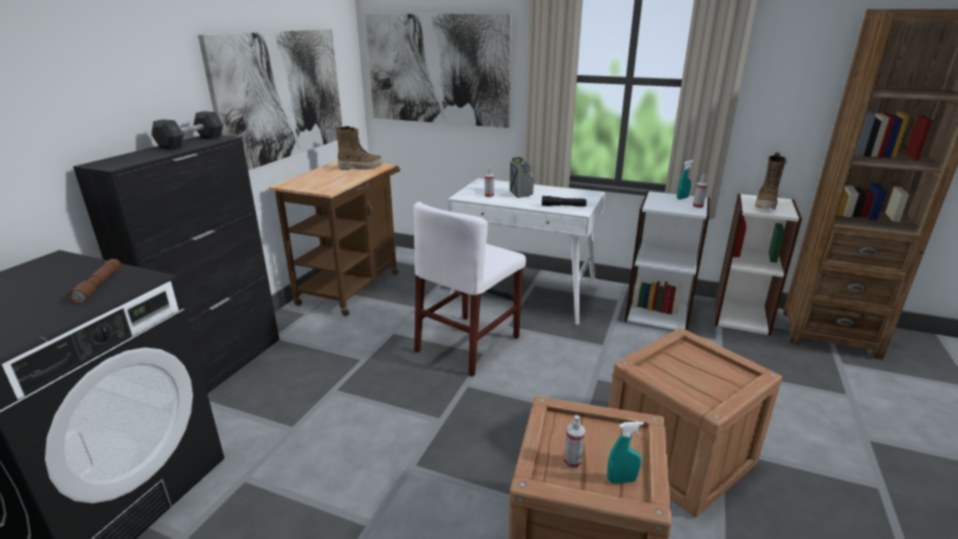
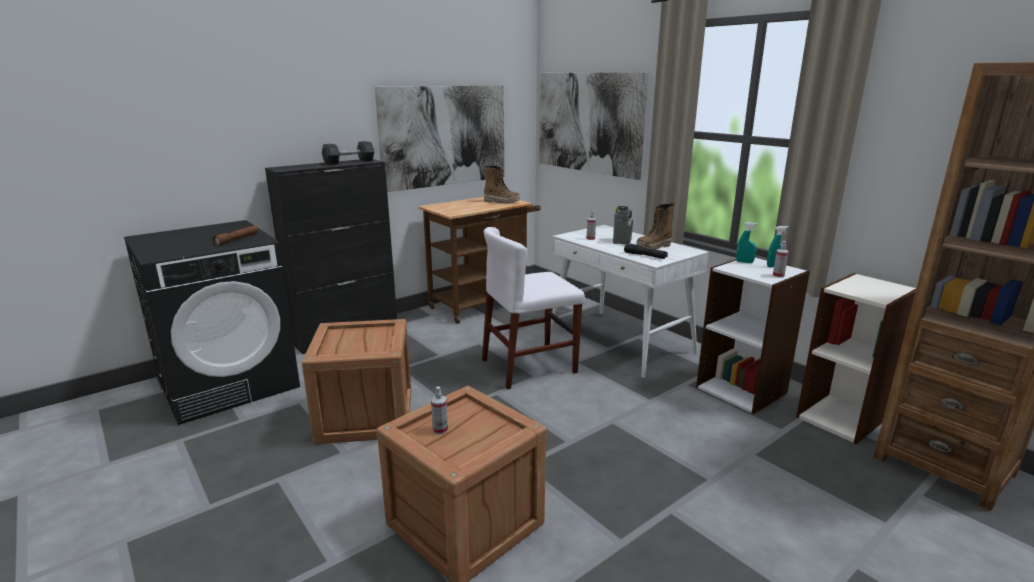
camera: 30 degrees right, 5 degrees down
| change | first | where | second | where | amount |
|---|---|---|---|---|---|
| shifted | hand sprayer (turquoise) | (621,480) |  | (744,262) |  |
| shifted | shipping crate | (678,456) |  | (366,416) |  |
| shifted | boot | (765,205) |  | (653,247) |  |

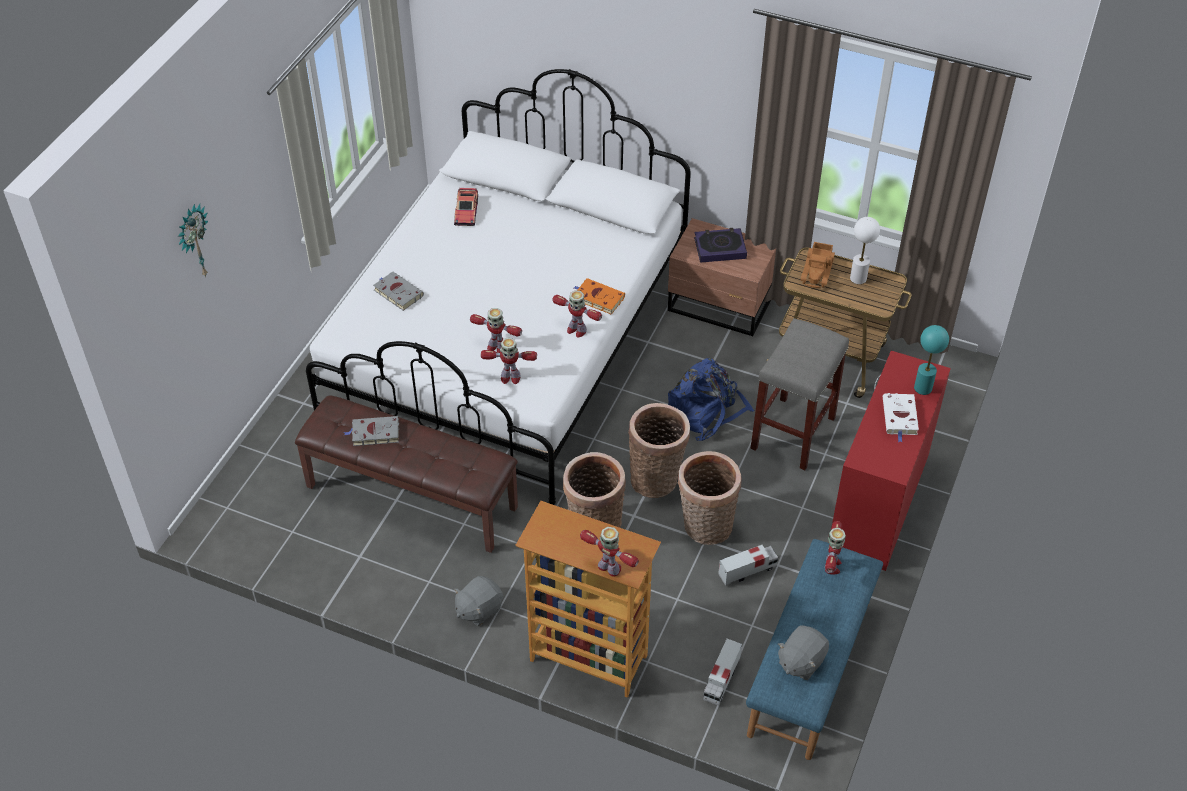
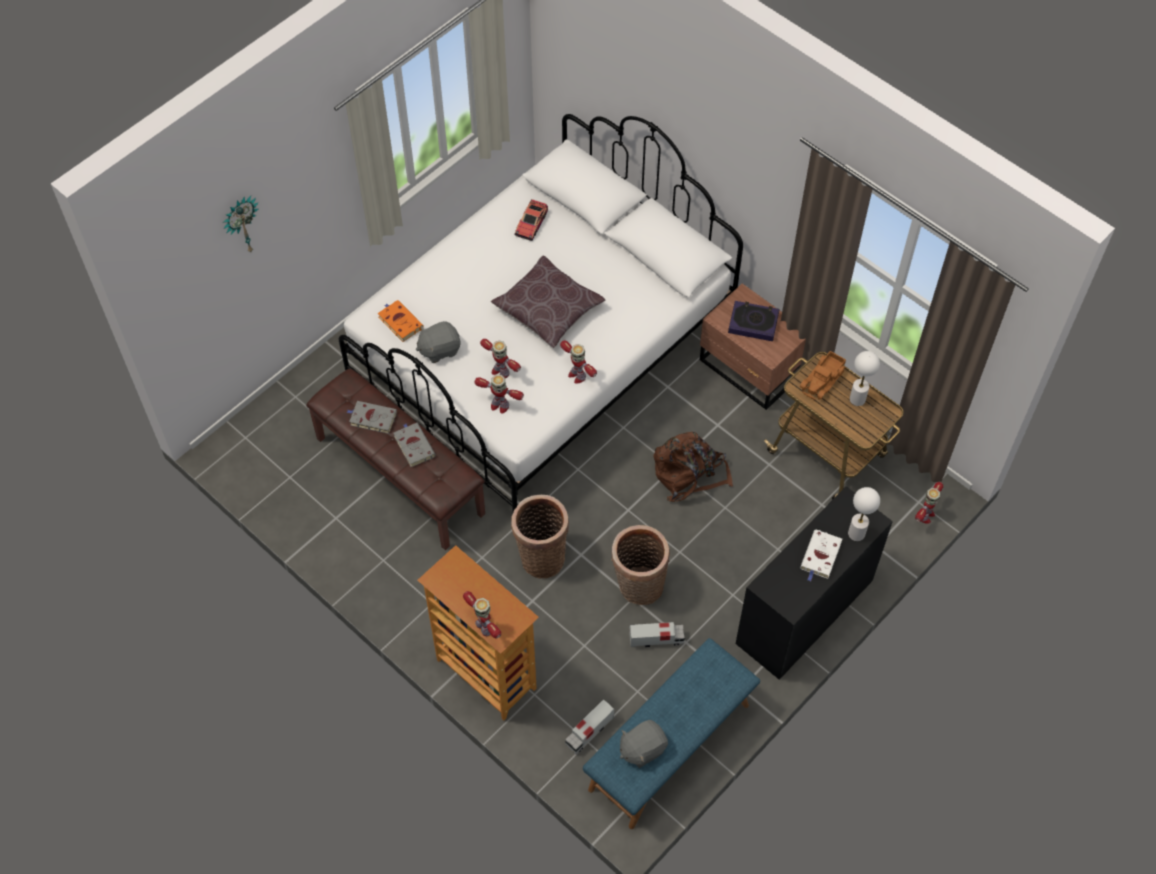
camera: 20 degrees right, 10 degrees up
| change | first | where | second | where | amount |
|---|---|---|---|---|---|
| gone | storage basket | (656,478) |  |  |  |
| gone | stool seat (greyish) | (793,432) |  |  |  |
| new |  |  | cushion (brown) | (548,309) |  |
| shifted | bound book (greyish) | (397,292) |  | (413,445) |  |
| shifted | plush toy (greyish) | (478,609) |  | (439,349) |  |
| shifted | bound book (orange) | (597,298) |  | (399,322) |  |
| shifted | toy robot | (831,566) |  | (925,516) |  |
| repainted | rucksack (blue) | (706,412) | rucksack (brown) | (689,473) |  |
| repainted | desk unit (red) | (879,502) | desk unit (black) | (805,612) |  |
| repainted | tabletop lamp (turquoise) | (923,388) | tabletop lamp (white-coloured) | (856,533) |  |

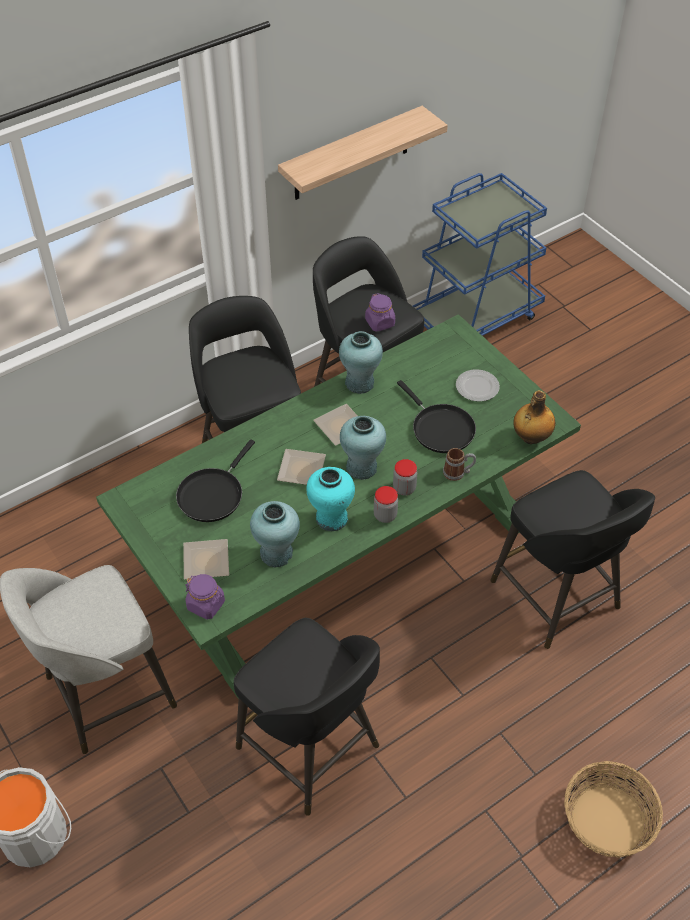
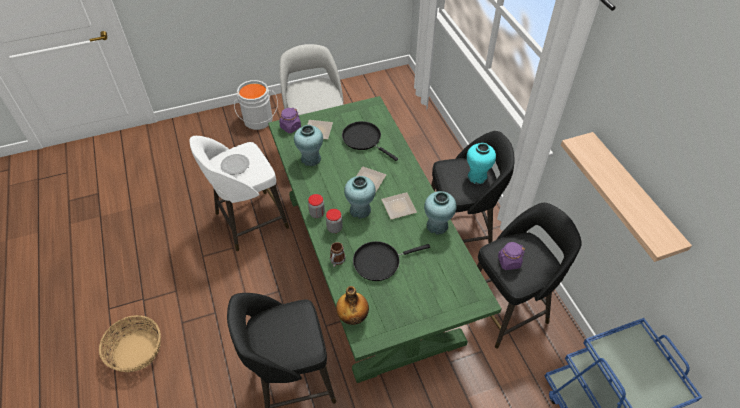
camera: 105 degrees right, 0 degrees up
| change | first | where | second | where | amount |
|---|---|---|---|---|---|
| shifted | decorative vase (turquoise) | (331,518) |  | (477,177) |  |
| shifted | flat dish | (477,387) |  | (235,165) |  |
| repainted | stool seat (black) | (310,749) | stool seat (white-coloured) | (249,221) |  |

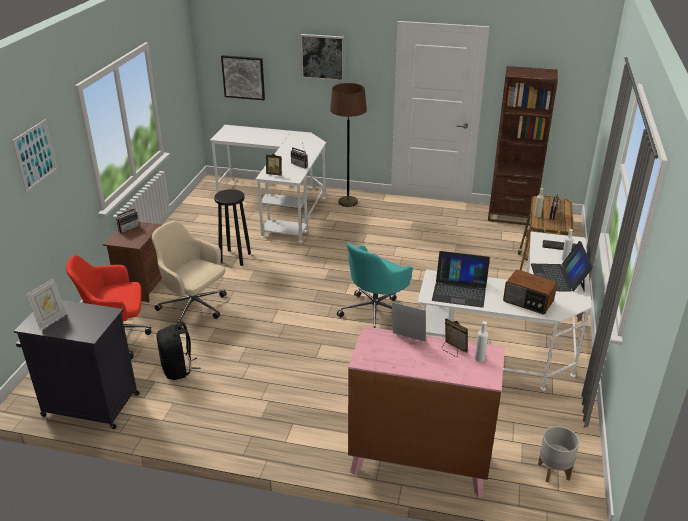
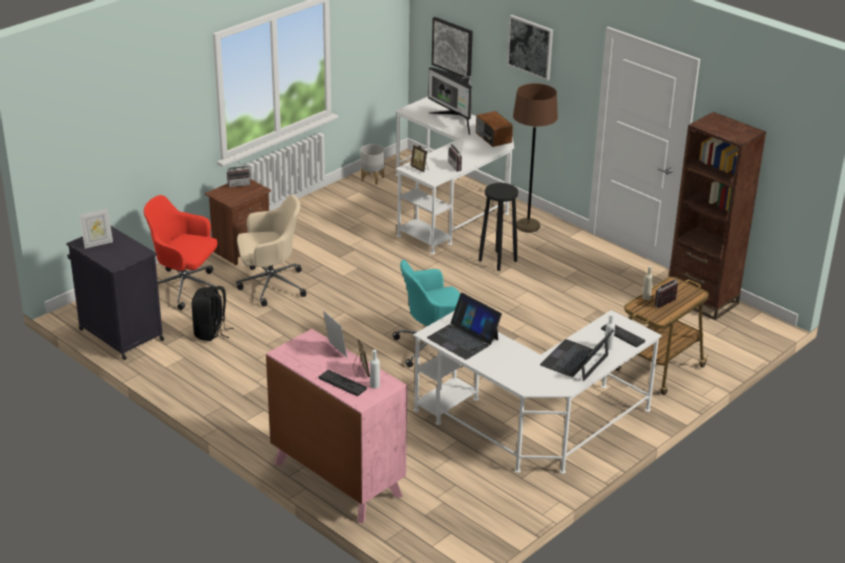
camera: 30 degrees right, 0 degrees up
| change | first | where | second | where | amount |
|---|---|---|---|---|---|
| gone | wall art | (35,155) |  |  |  |
| new |  |  | PC keyboard | (342,383) |  |
| new |  |  | monitor | (455,121) |  |
| shifted | stool seat (black) | (234,257) |  | (497,260) |  |
| shifted | radio set | (528,302) |  | (493,138) |  |
| shifted | planter (greyish) | (553,471) |  | (372,179) |  |
| rotated | computer chair (beige) | (194,309) |  | (270,285) | 105 degrees clockwise |

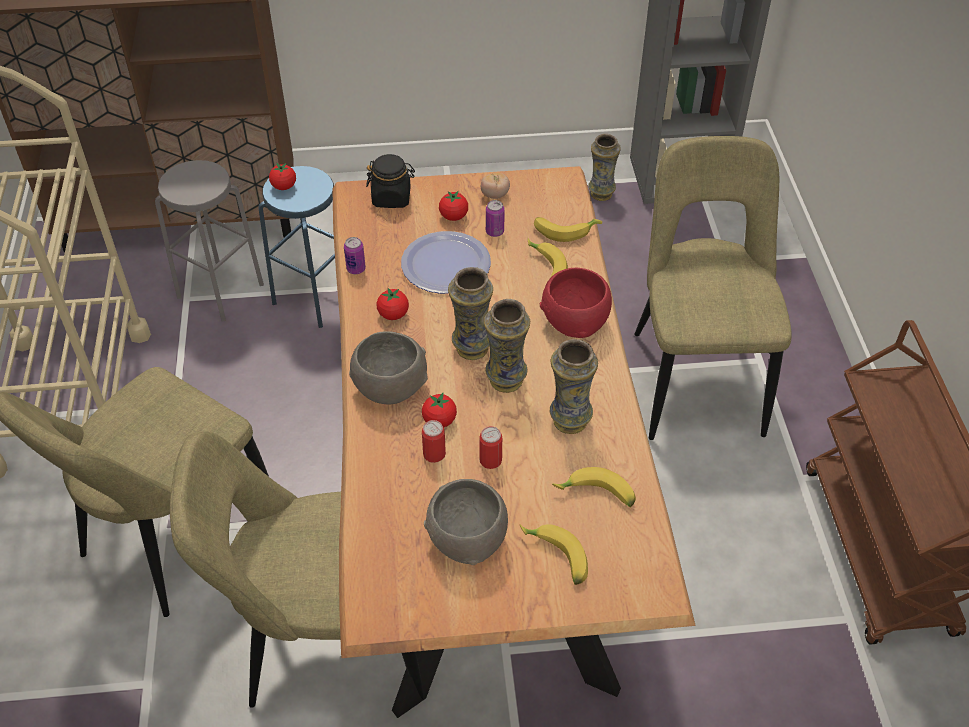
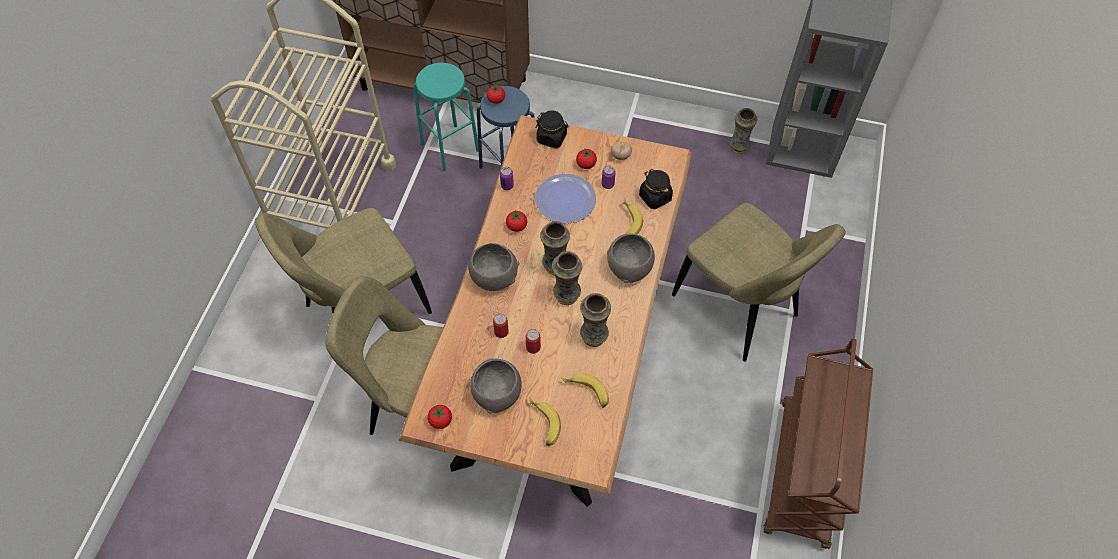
camera: 20 degrees right, 10 degrees up
| change | first | where | second | where | amount |
|---|---|---|---|---|---|
| shifted | fresh tomato | (439,420) |  | (440,421) |  |
| swapped | whole banana | (565,230) | preserve jar (black) | (655,197) |  |
| repainted | stool seat (greyish) | (220,290) | stool seat (turquoise) | (450,147) |  |
| repainted | bowl (red) | (574,322) | bowl (greyish) | (628,268) |  |
| rotated | chair (beige) | (695,377) |  | (739,309) | 120 degrees clockwise |

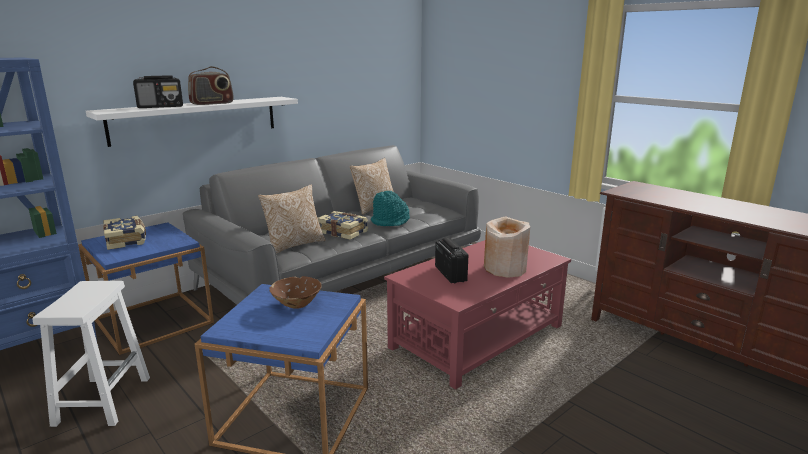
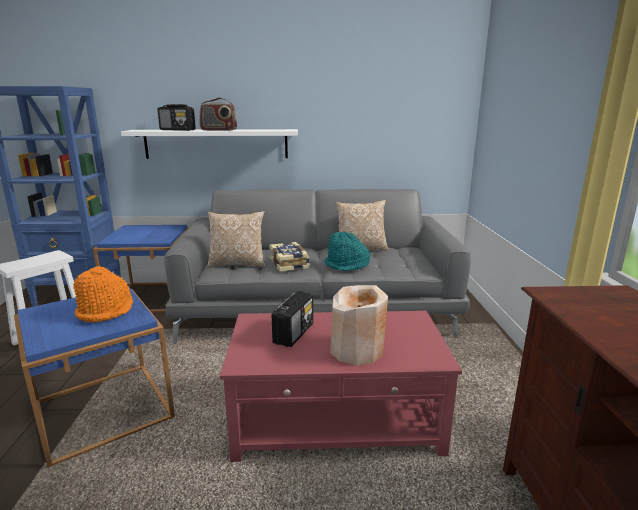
camera: 40 degrees right, 0 degrees up
| change | first | where | second | where | amount |
|---|---|---|---|---|---|
| gone | bound book | (127,240) |  |  |  |
| swapped | bowl (brown) | (297,304) | clothing hat (orange) | (106,310) |  |

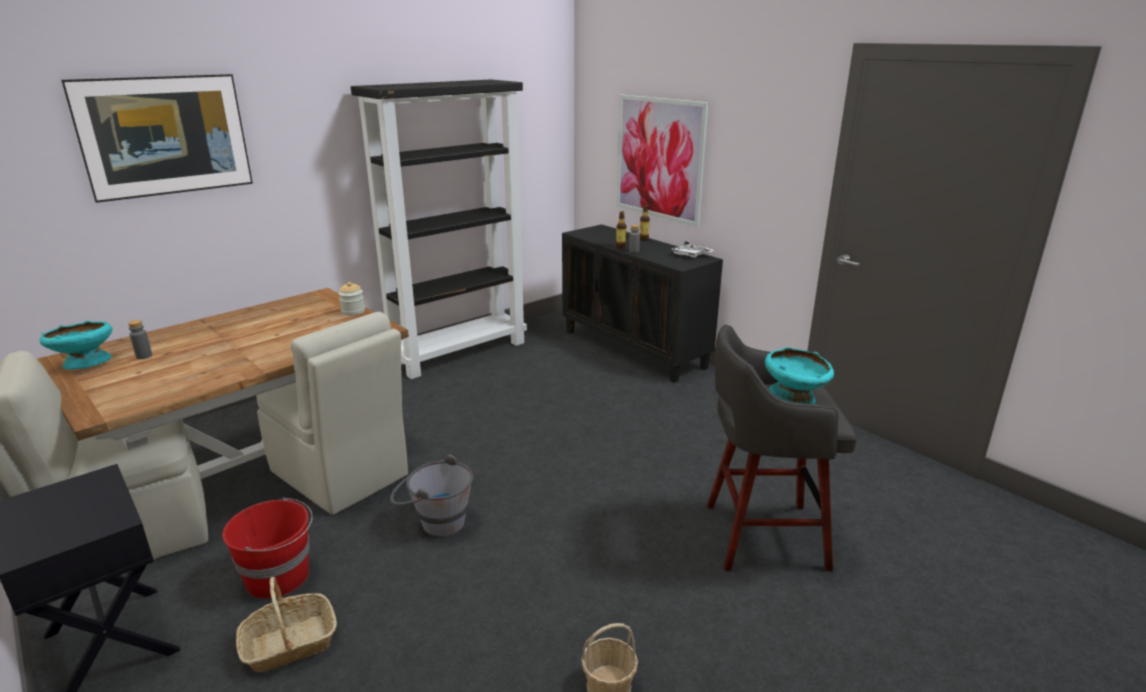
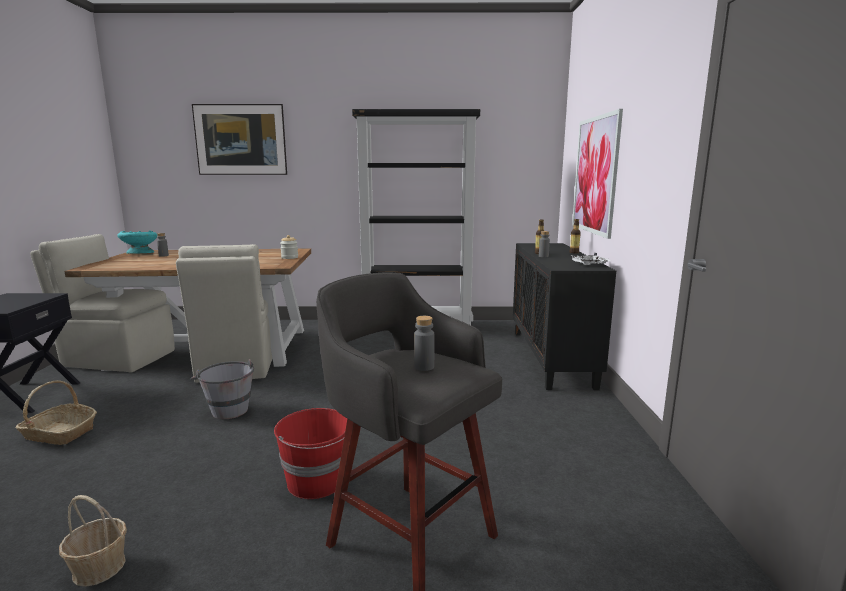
camera: 40 degrees right, 10 degrees down
| change | first | where | second | where | amount |
|---|---|---|---|---|---|
| shifted | pail (red) | (279,576) |  | (317,481) |  |
| swapped | bowl (turquoise) | (794,398) | beverage bottle (greyish) | (424,367) |  |

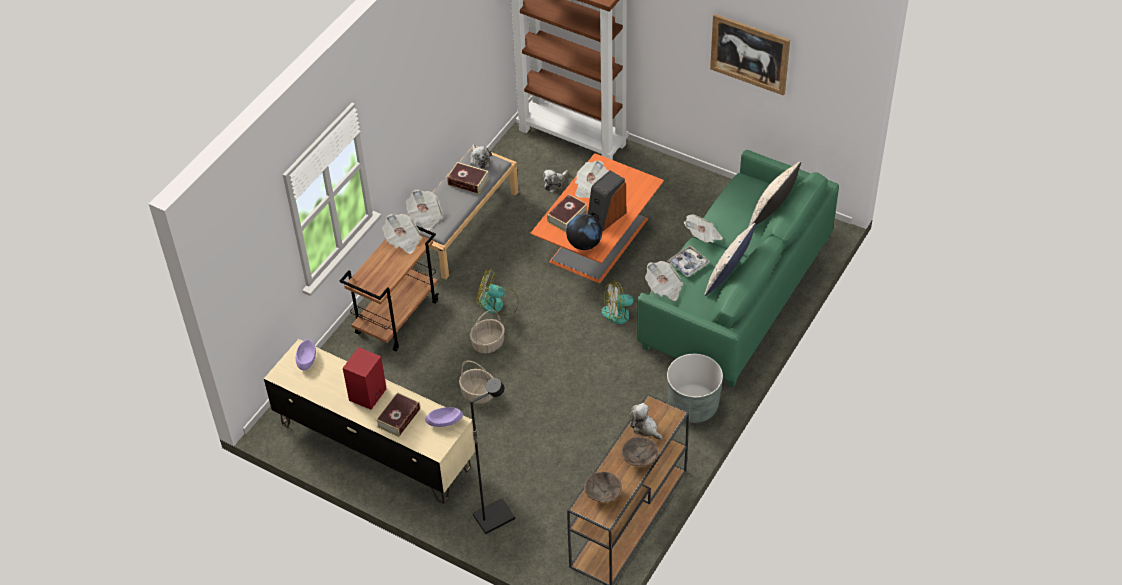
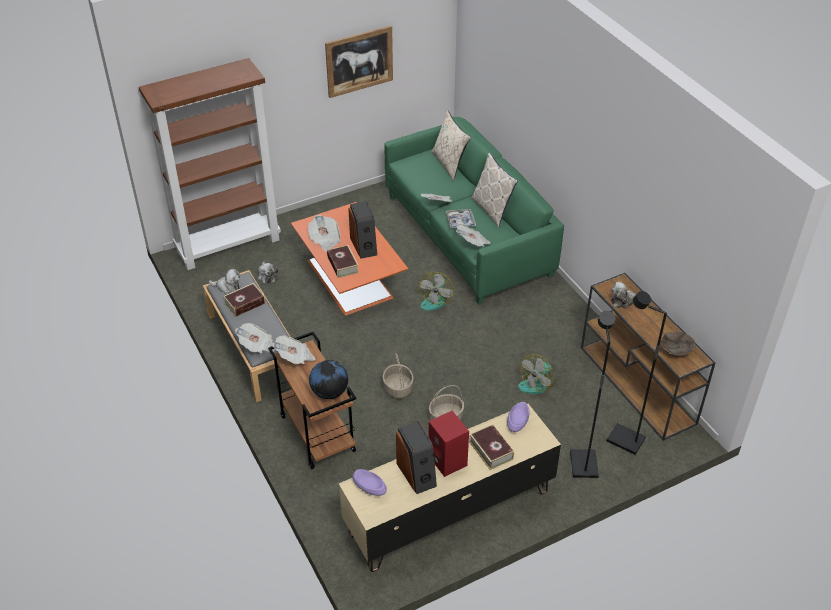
camera: 60 degrees left, 5 degrees down
| change | first | where | second | where | amount |
|---|---|---|---|---|---|
| gone | bowl (brown) | (639,459) |  |  |  |
| gone | planter (greyish) | (693,405) |  |  |  |
| new |  |  | speaker | (417,473) |  |
| new |  |  | standing lamp (black) | (624,440) |  |
| shifted | fan | (497,304) |  | (537,383) |  |
| shifted | world globe | (584,244) |  | (329,392) |  |

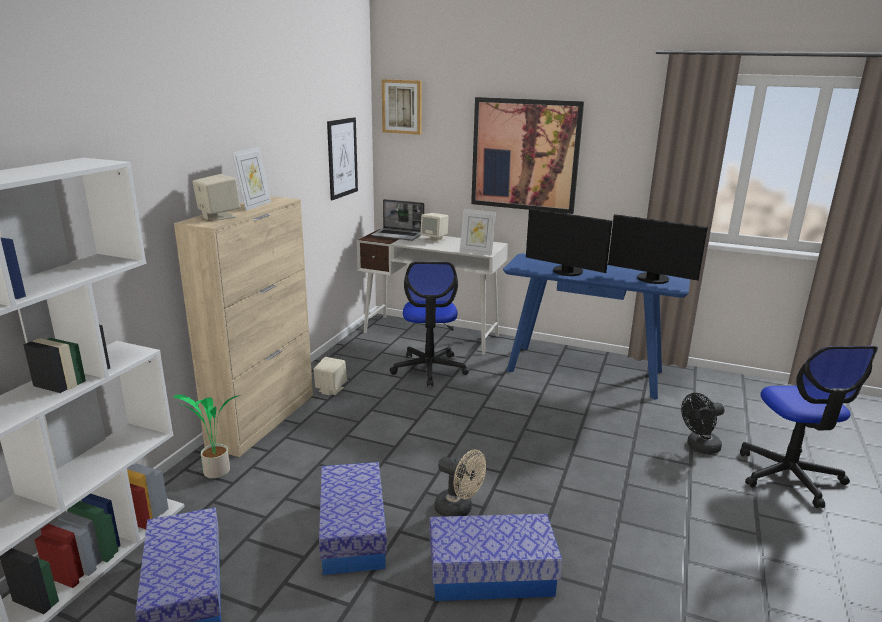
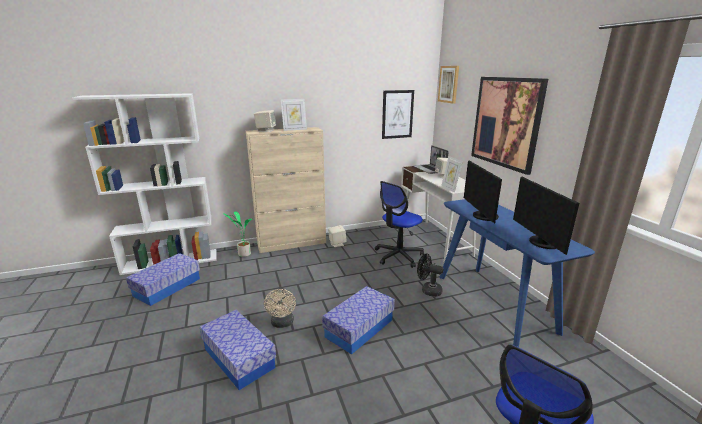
camera: 50 degrees right, 0 degrees up
| change | first | where | second | where | amount |
|---|---|---|---|---|---|
| shifted | storage container | (352,532) |  | (359,328) |  |
| shifted | fan (black) | (699,447) |  | (428,290) |  |

